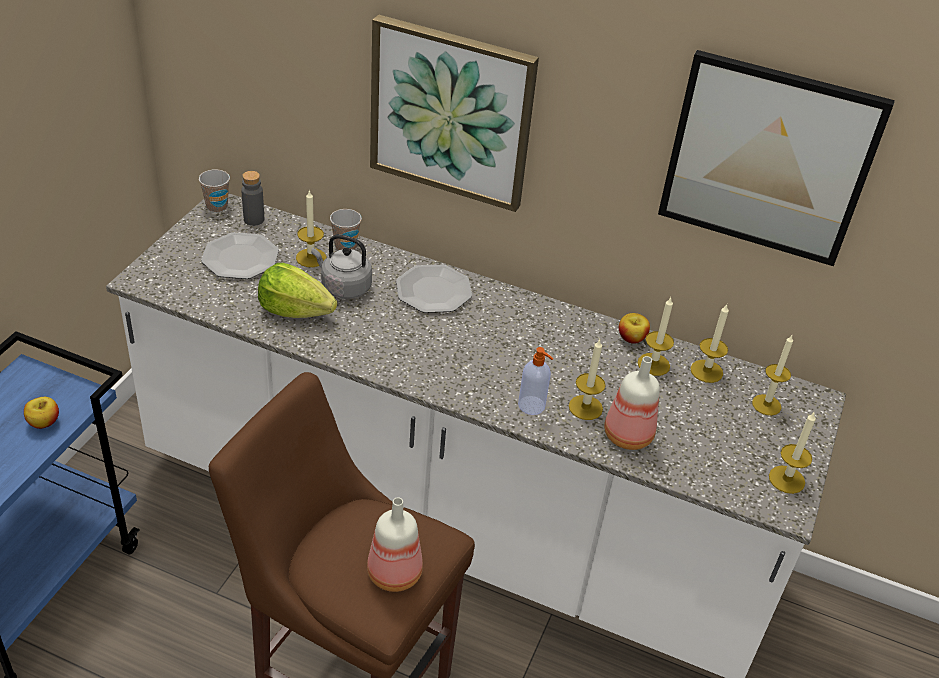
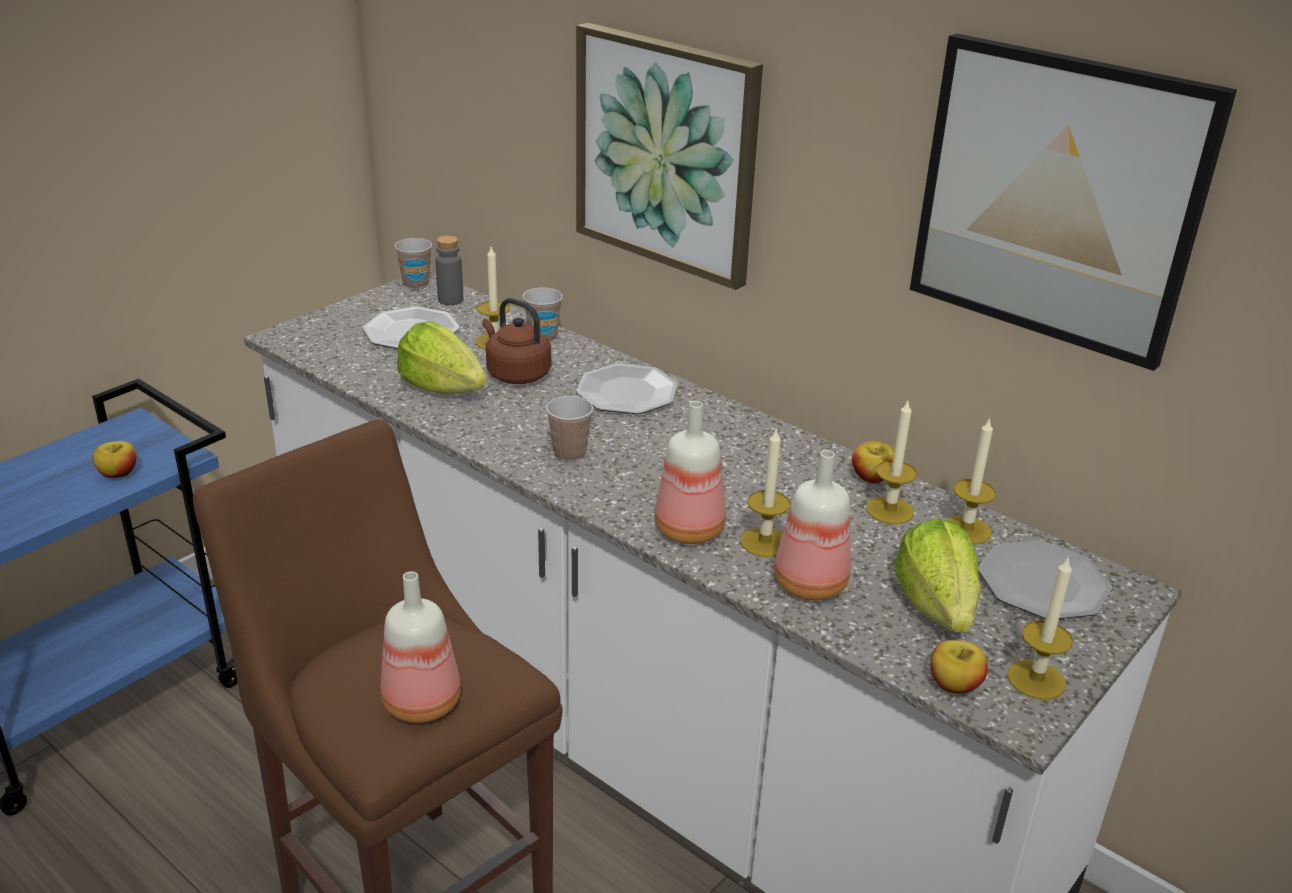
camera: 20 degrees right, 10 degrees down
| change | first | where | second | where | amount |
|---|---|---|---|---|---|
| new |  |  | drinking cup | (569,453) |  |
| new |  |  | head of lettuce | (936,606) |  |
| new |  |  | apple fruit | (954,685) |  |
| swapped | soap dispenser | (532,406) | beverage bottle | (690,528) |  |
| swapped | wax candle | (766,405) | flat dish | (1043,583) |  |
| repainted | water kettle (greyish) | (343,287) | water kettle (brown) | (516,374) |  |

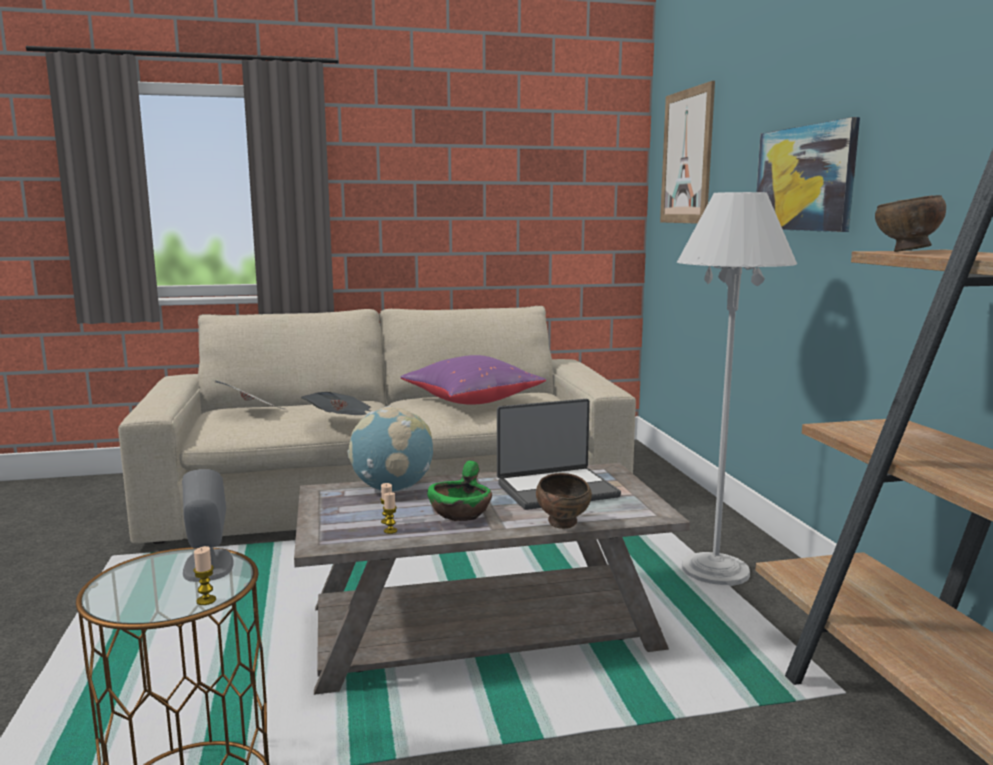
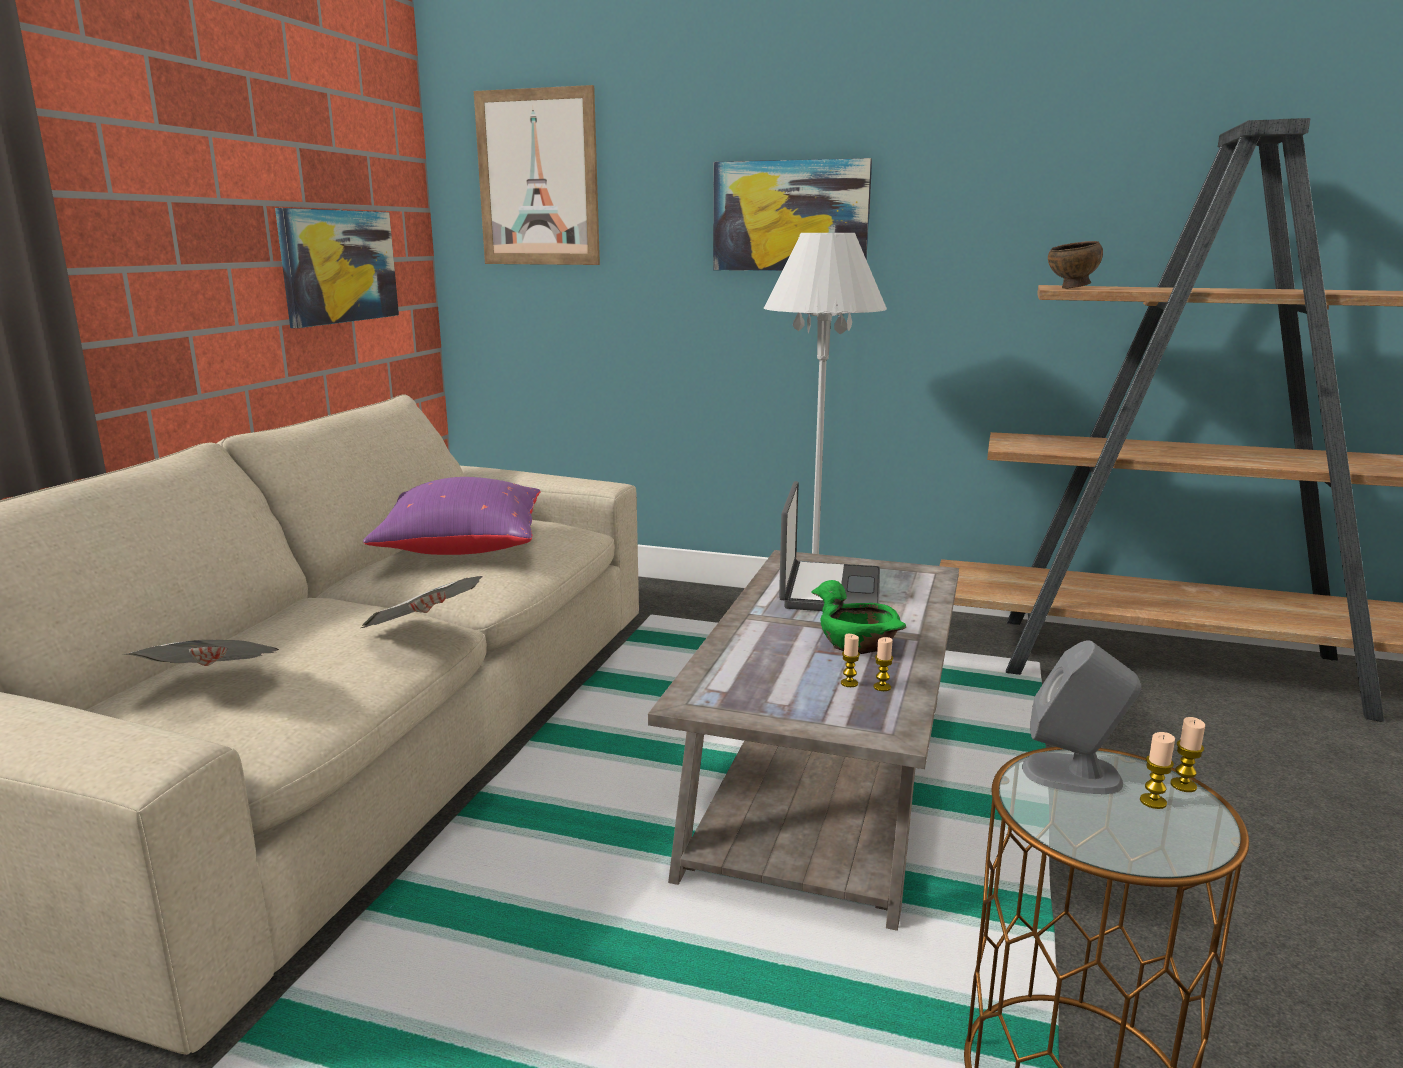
camera: 60 degrees left, 5 degrees up
| change | first | where | second | where | amount |
|---|---|---|---|---|---|
| gone | world globe | (392,489) |  |  |  |
| gone | bowl (brown) | (564,525) |  |  |  |
| new |  |  | wall art | (339,266) |  |
| new |  |  | wax candle | (1153,802) |  |

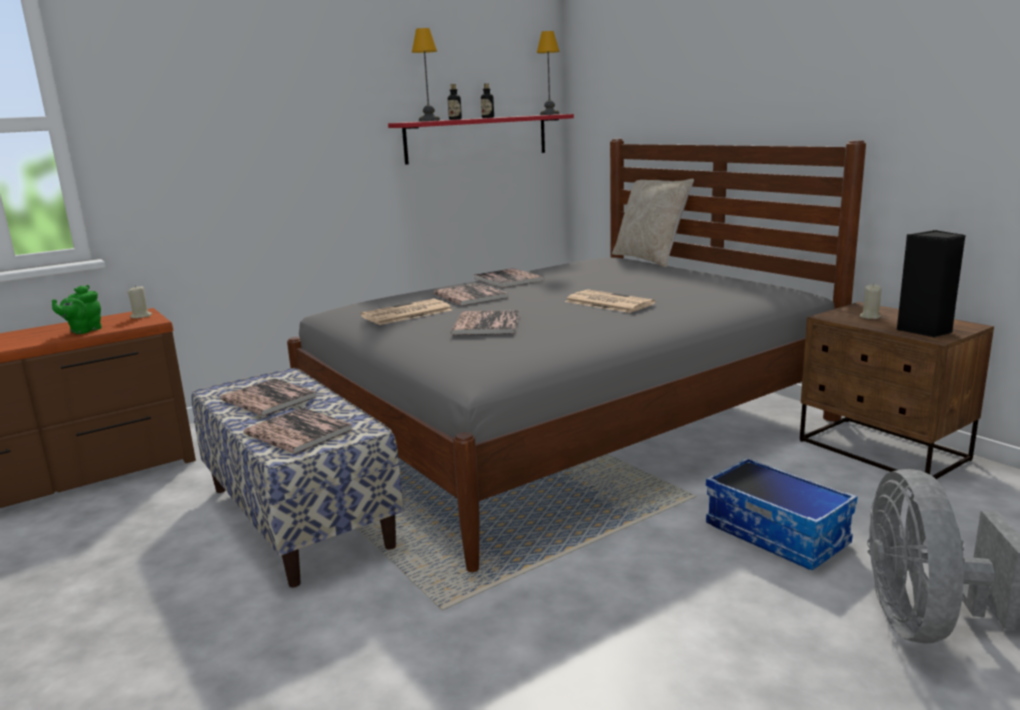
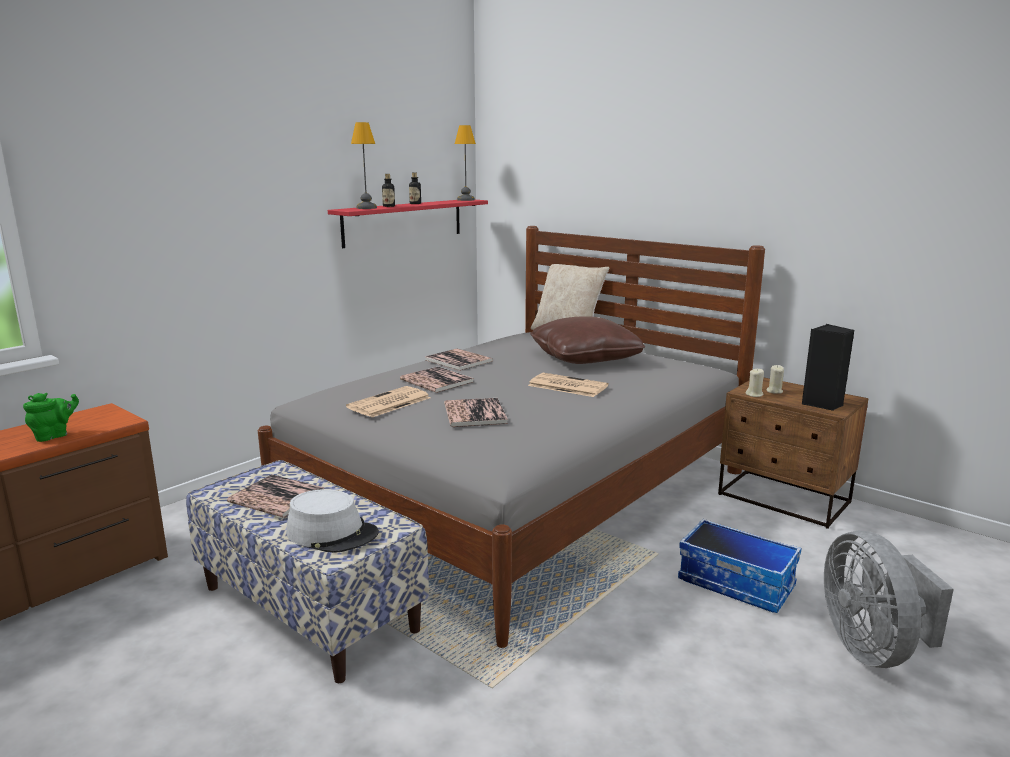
camera: 15 degrees left, 0 degrees up
| change | first | where | second | where | amount |
|---|---|---|---|---|---|
| new |  |  | cushion (brown) | (585,358) |  |
| shifted | wax candle (beige) | (141,316) |  | (754,394) |  |
| swapped | bound book | (298,432) | clothing hat (greyish) | (332,533) |  |
| rotated | pot for tea (greenish) | (83,330) |  | (54,436) | 150 degrees counterclockwise |

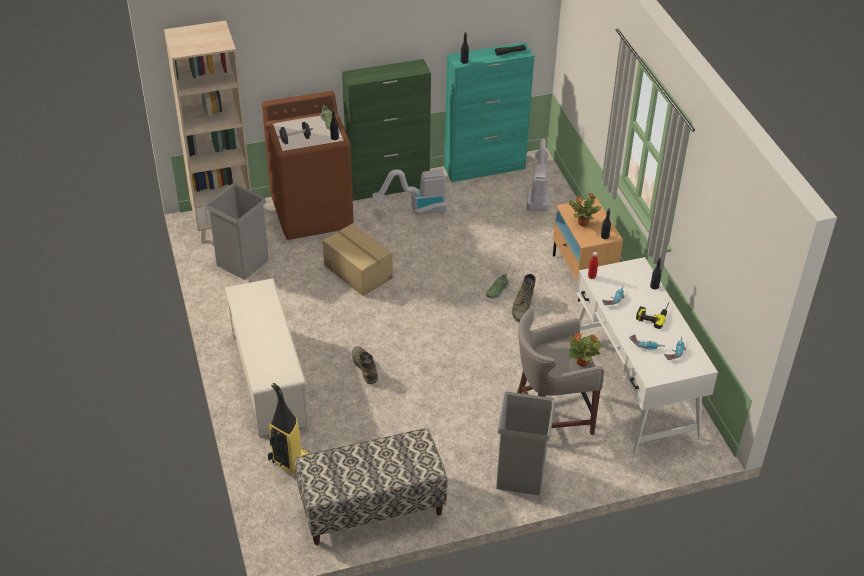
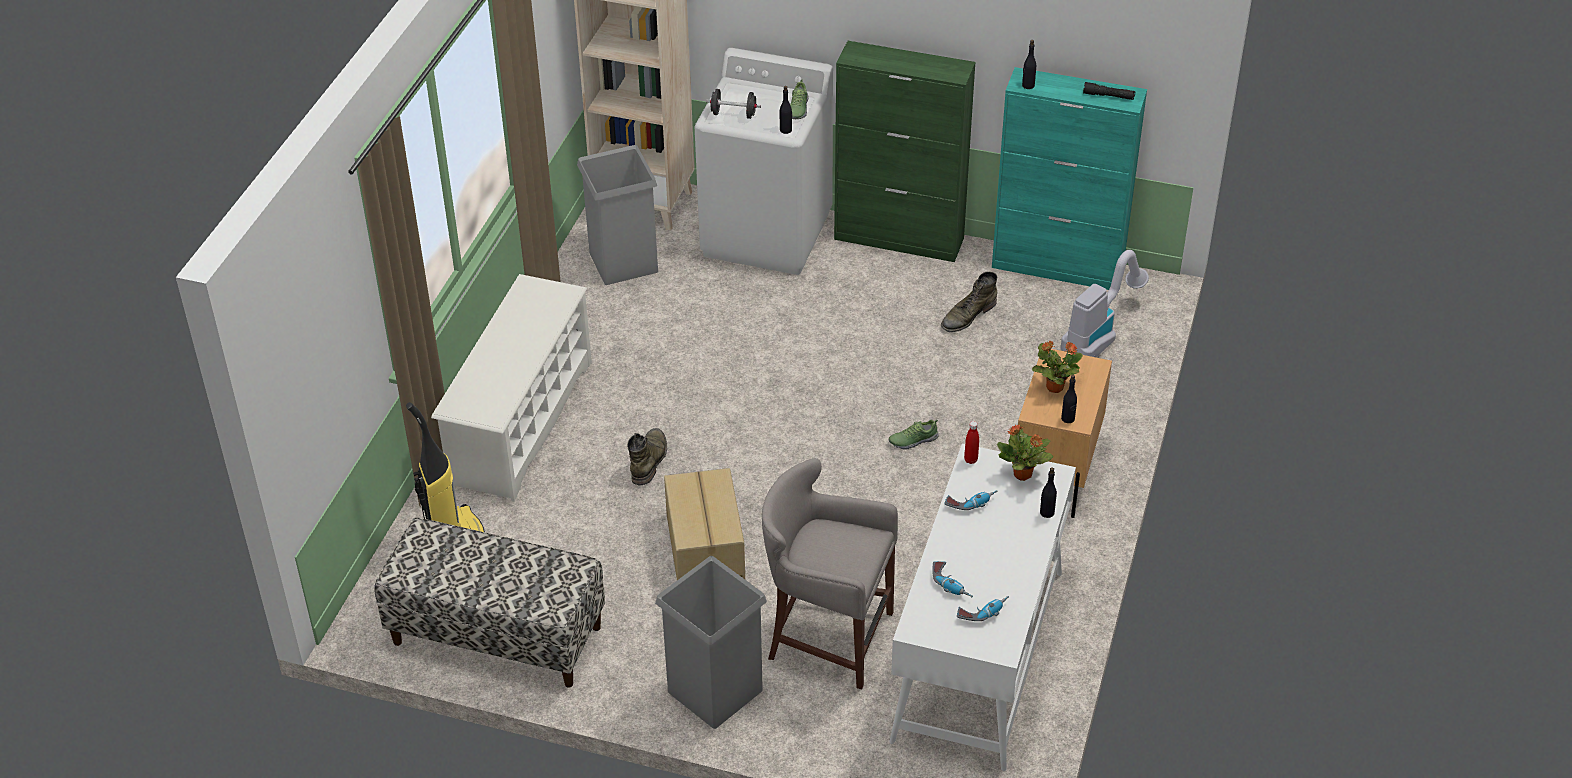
camera: 35 degrees right, 0 degrees up
| change | first | where | second | where | amount |
|---|---|---|---|---|---|
| gone | vacuum | (416,210) |  |  |  |
| gone | power drill | (653,314) |  |  |  |
| shifted | cardboard box | (358,271) |  | (706,547) |  |
| shifted | boot (greenish) | (522,307) |  | (968,316) |  |
| shifted | houseplant | (583,362) |  | (1023,475) |  |
| repainted | laundry machine (brown) | (312,212) | laundry machine (white-coloured) | (767,234) |  |

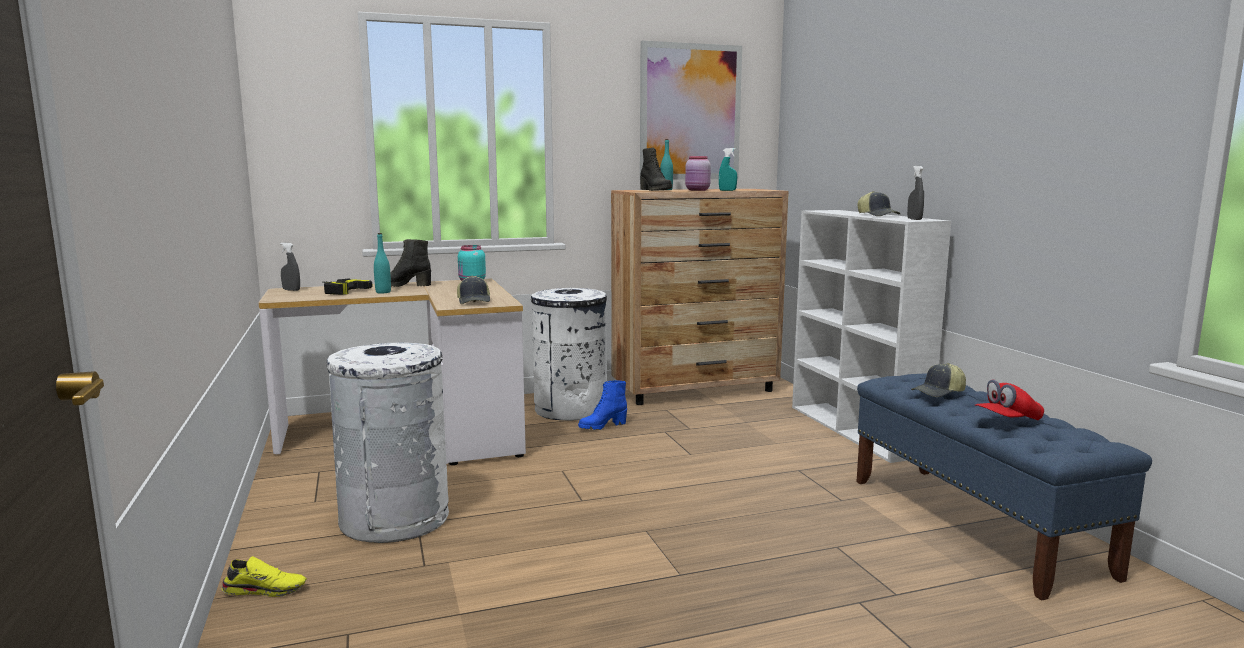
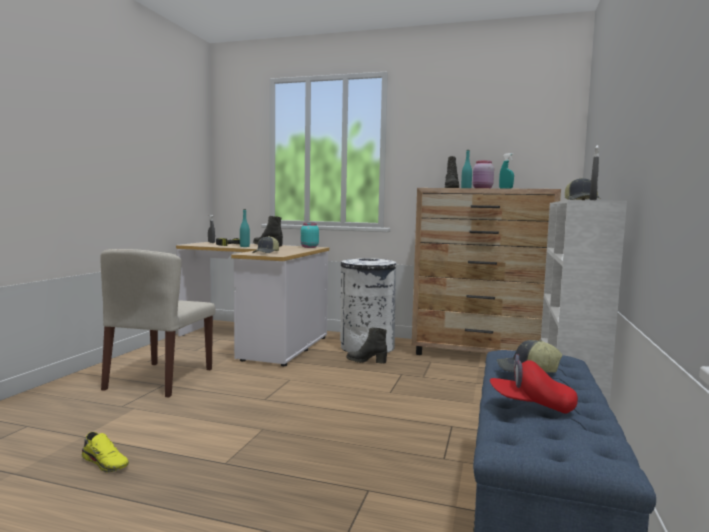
camera: 35 degrees right, 5 degrees down
| change | first | where | second | where | amount |
|---|---|---|---|---|---|
| gone | wall art | (690,112) |  |  |  |
| shifted | shoe (yellow) | (266,589) |  | (106,462) |  |
| swapped | rubbish bin (white-coloured) | (395,518) | chair (beige) | (160,379) |  |
| repainted | boot (blue) | (602,426) | boot (black) | (366,361) |  |

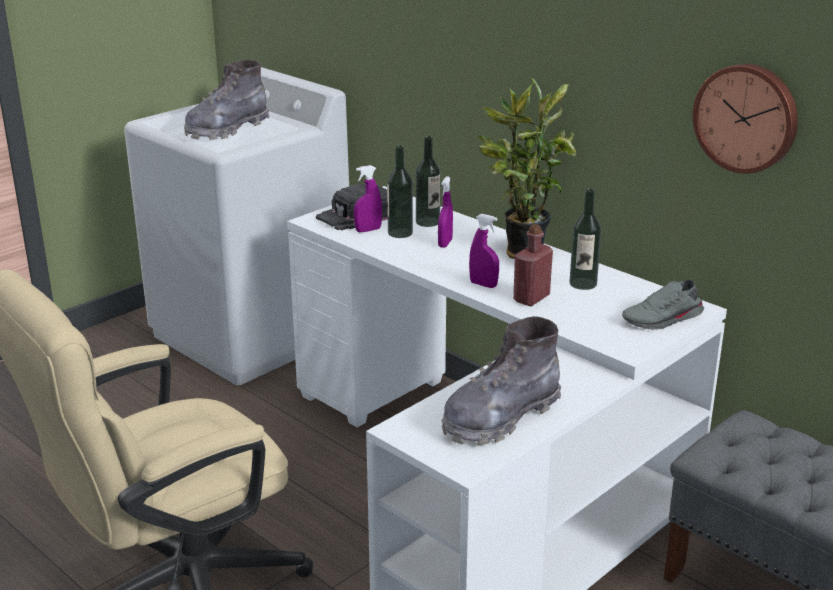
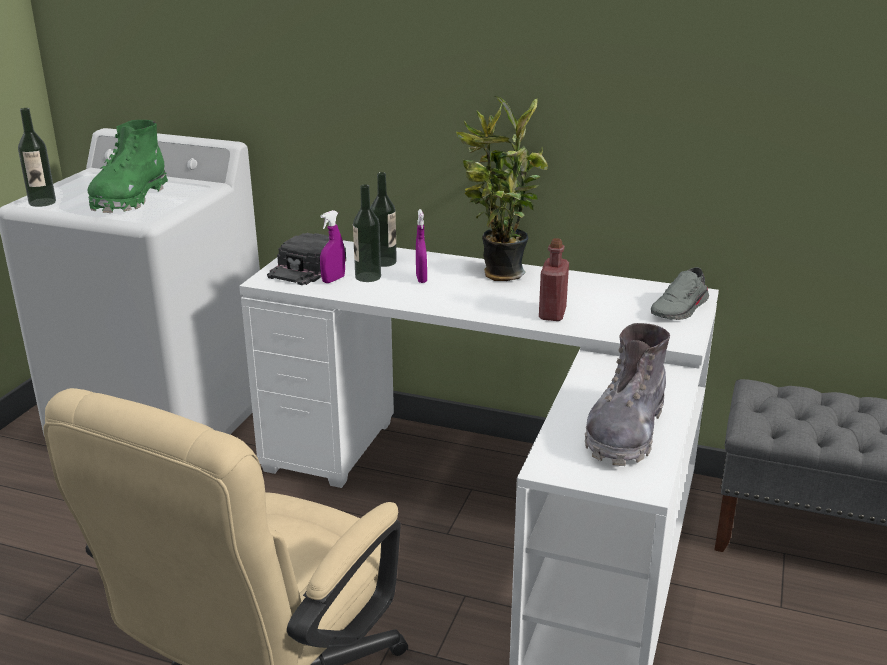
camera: 25 degrees left, 0 degrees up
| change | first | where | second | where | amount |
|---|---|---|---|---|---|
| gone | hand sprayer (purple-coloured) | (483,284) |  |  |  |
| gone | wall clock | (747,117) |  |  |  |
| shifted | beverage bottle | (583,284) |  | (42,202) |  |
| repainted | boot (greyish) | (226,129) | boot (greenish) | (129,199) |  |

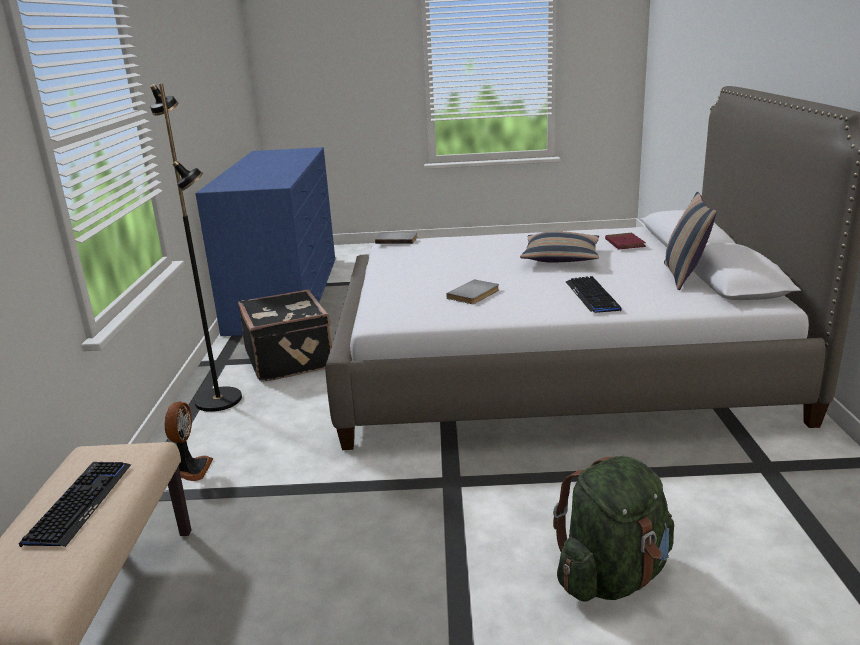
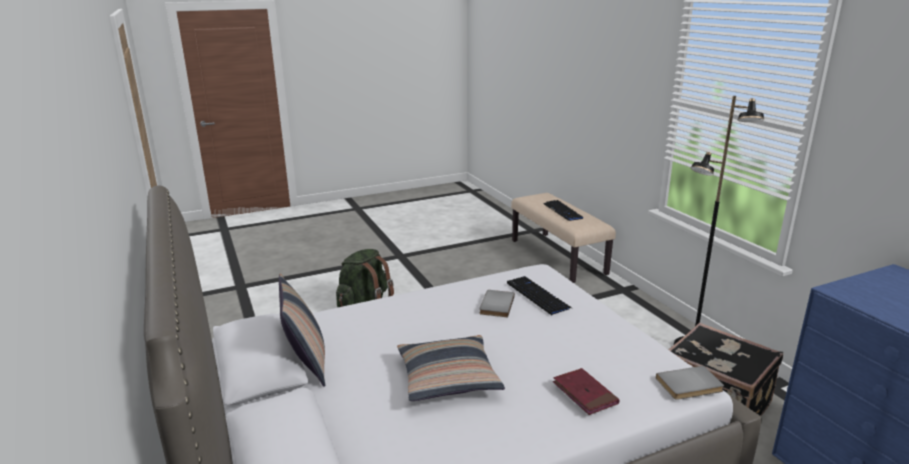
camera: 155 degrees right, 0 degrees up
| change | first | where | second | where | amount |
|---|---|---|---|---|---|
| gone | fan | (191,469) |  |  |  |
| shifted | PC keyboard | (592,296) |  | (537,296) |  |
| shifted | bound book (red) | (624,243) |  | (585,393) |  |

